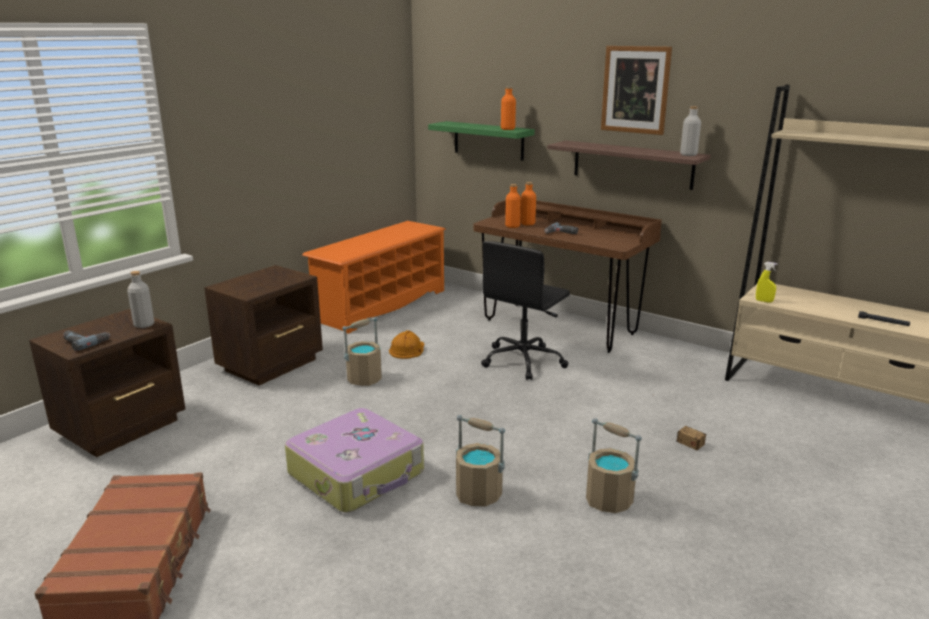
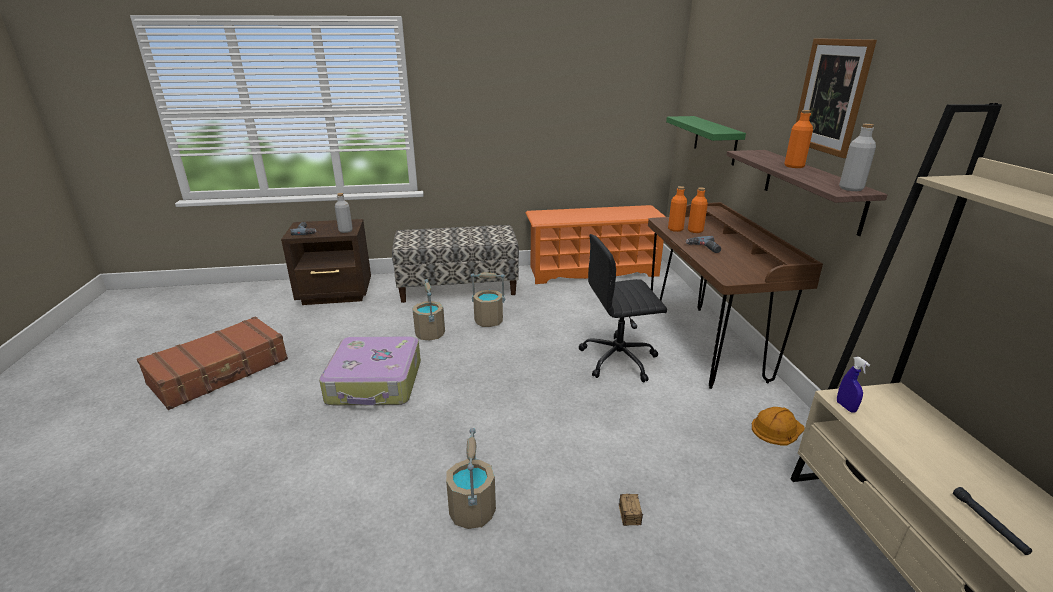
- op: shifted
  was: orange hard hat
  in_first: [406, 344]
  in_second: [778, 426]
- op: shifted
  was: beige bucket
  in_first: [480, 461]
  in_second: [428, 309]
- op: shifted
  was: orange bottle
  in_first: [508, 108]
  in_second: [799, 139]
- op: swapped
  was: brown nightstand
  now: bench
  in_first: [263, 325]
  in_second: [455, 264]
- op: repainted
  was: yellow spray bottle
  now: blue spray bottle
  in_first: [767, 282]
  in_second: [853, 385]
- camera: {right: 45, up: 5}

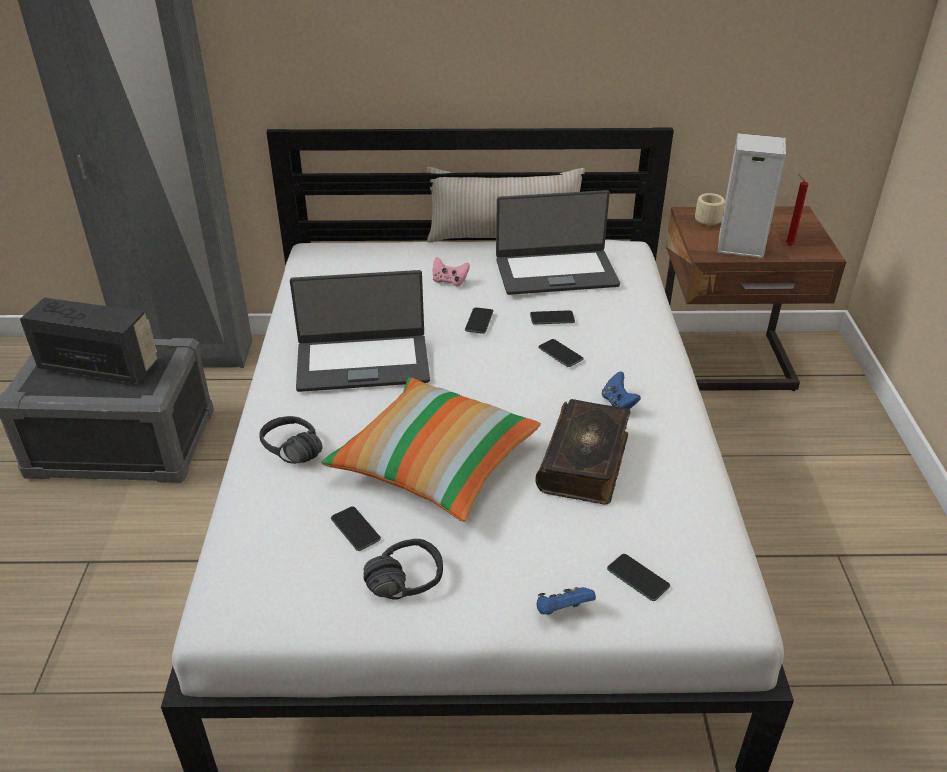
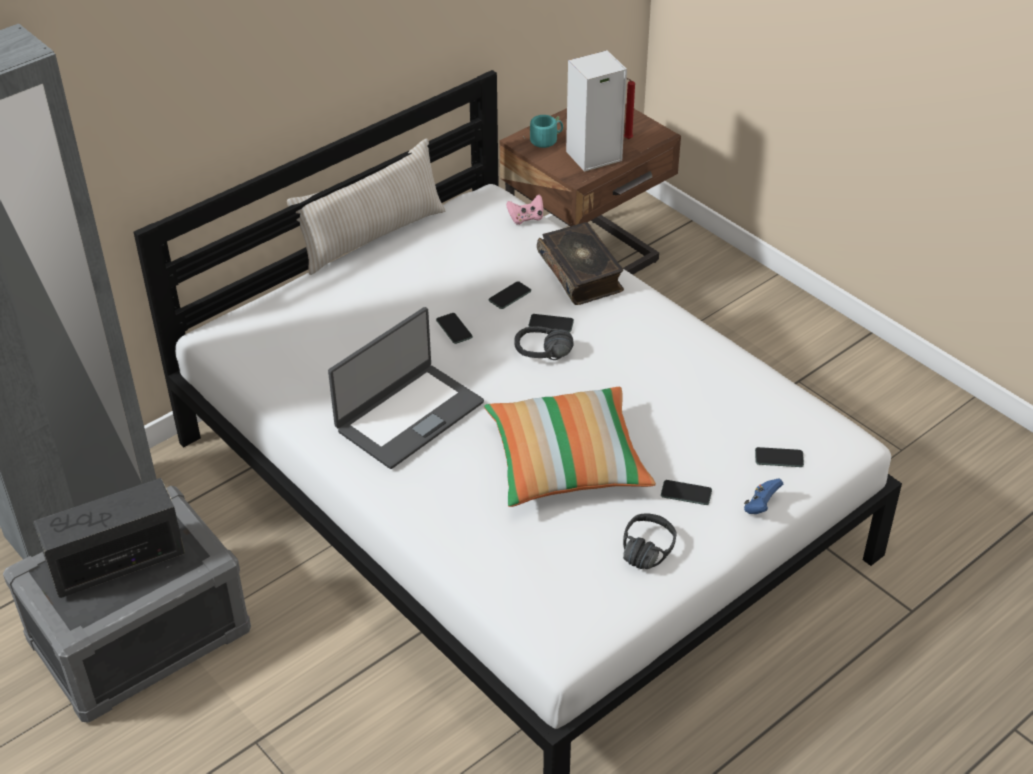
- op: gone
  was: laptop
  in_first: [558, 242]
- op: gone
  was: blue game controller
  in_first: [621, 390]
- op: shifted
  was: black headphones
  in_first: [291, 440]
  in_second: [544, 343]
- op: shifted
  was: phone
  in_first: [356, 528]
  in_second: [686, 492]
- op: shifted
  was: pink game controller
  in_first: [451, 272]
  in_second: [524, 210]
- op: shifted
  was: book
  in_first: [583, 451]
  in_second: [580, 263]
- op: repainted
  was: beige mug
  now: turquoise mug
  in_first: [710, 209]
  in_second: [543, 131]
- camera: {right: -40, up: 5}

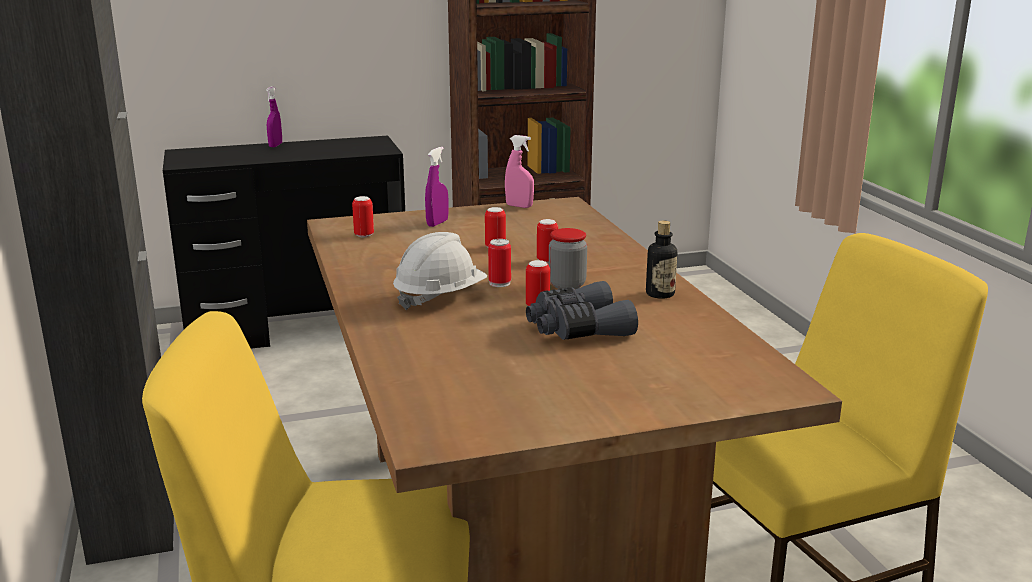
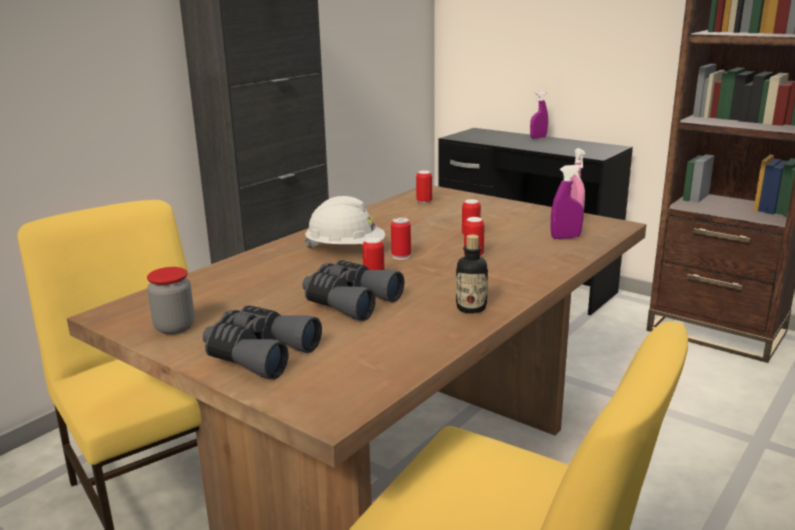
- op: new
  now: grey binoculars
  in_second: [262, 342]
- op: shifted
  was: purple spray bottle
  in_first: [437, 187]
  in_second: [567, 202]
- op: shifted
  was: jar
  in_first: [568, 258]
  in_second: [171, 300]
- camera: {right: 55, up: 0}

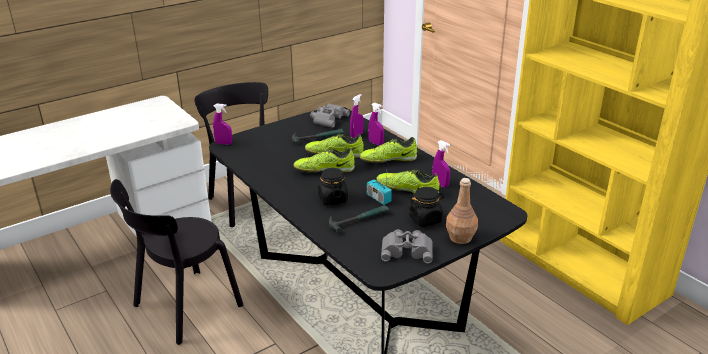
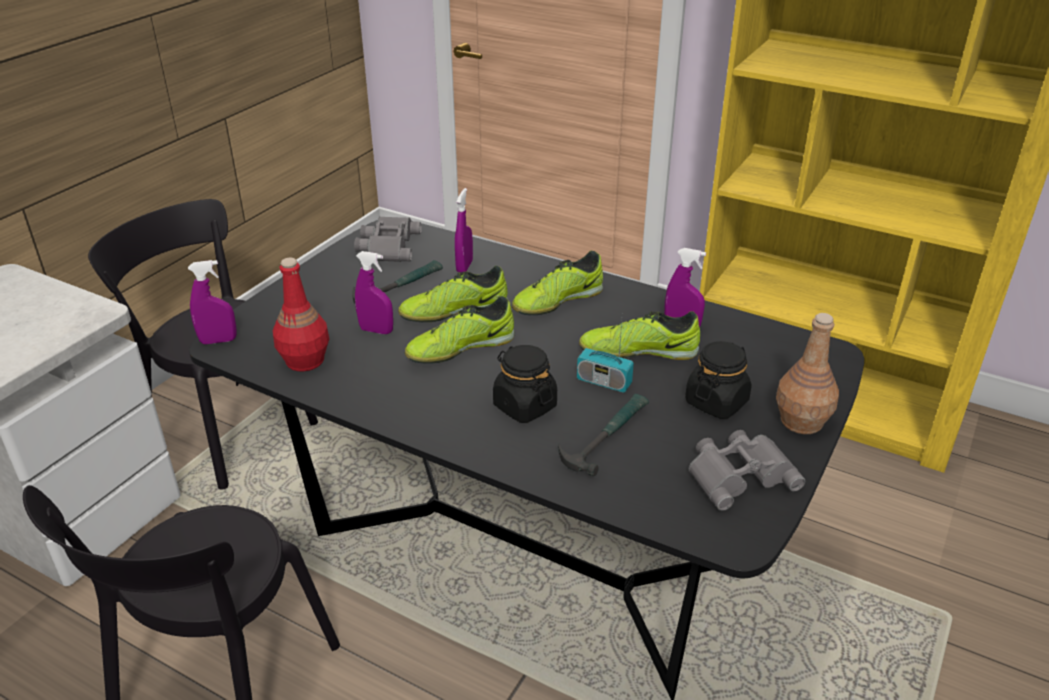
- op: new
  now: red bottle
  in_second: [301, 314]
- op: shifted
  was: purple spray bottle
  in_first: [376, 123]
  in_second: [374, 292]
- camera: {right: -25, up: 5}

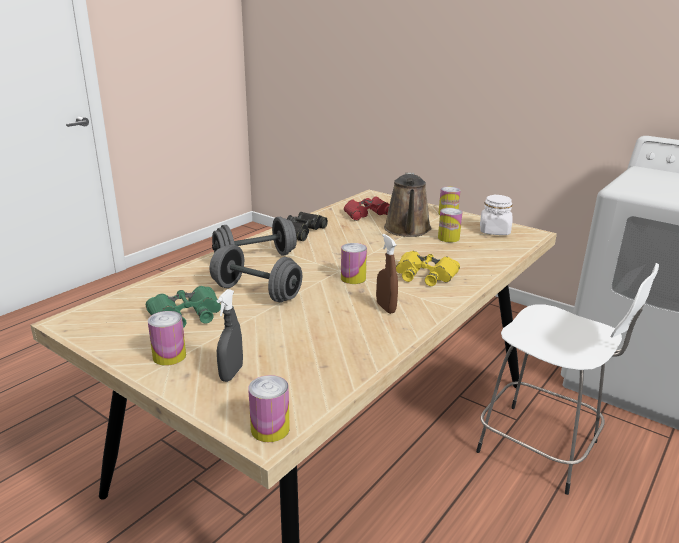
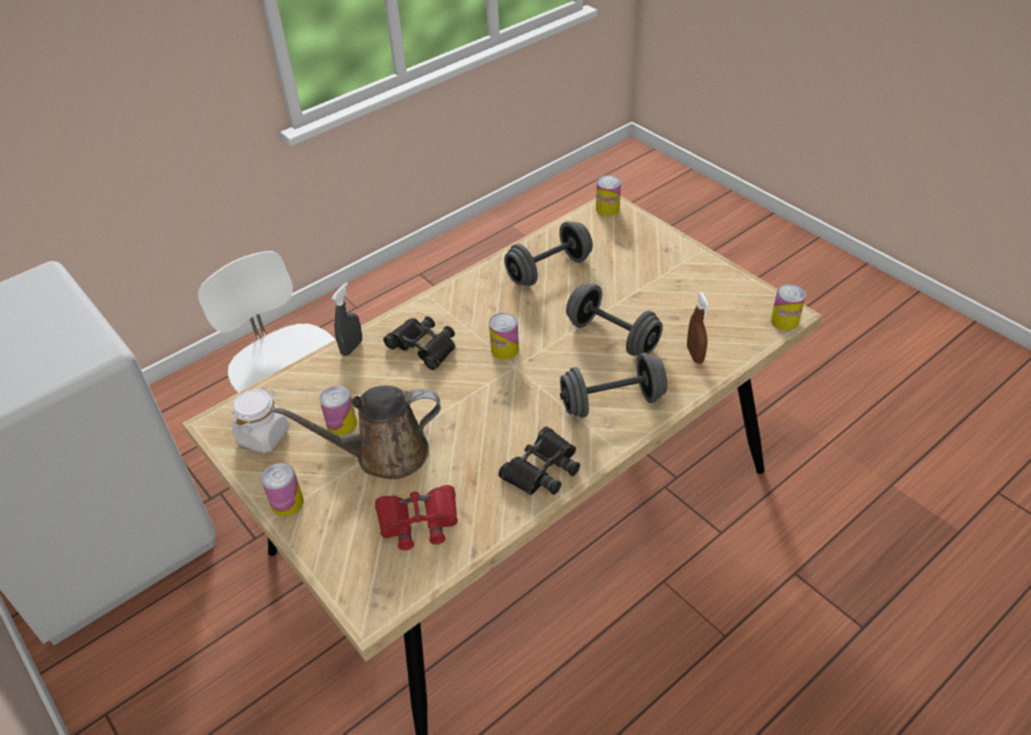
- op: gone
  was: green binoculars
  in_first: [183, 307]
- op: new
  now: grey dumbbell
  in_second: [548, 253]
- op: shifted
  was: can
  in_first: [167, 338]
  in_second: [788, 307]
- op: shifted
  was: grey spray bottle
  in_first: [230, 335]
  in_second: [346, 319]
- op: shifted
  was: brown spray bottle
  in_first: [387, 274]
  in_second: [698, 328]
- op: repainted
  was: yellow binoculars
  now: black binoculars
  in_first: [428, 268]
  in_second: [419, 343]
- op: rotated
  was: brown watering can
  in_first: [408, 205]
  in_second: [355, 432]
  clockwise: -120
- camera: {right: -165, up: 20}

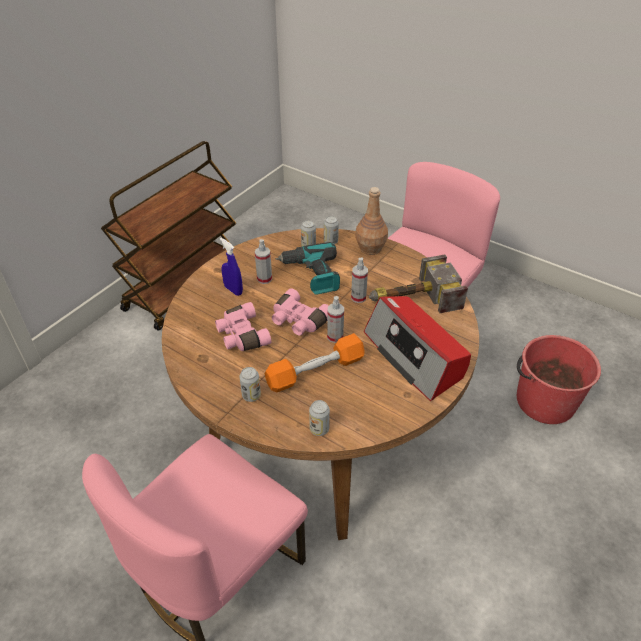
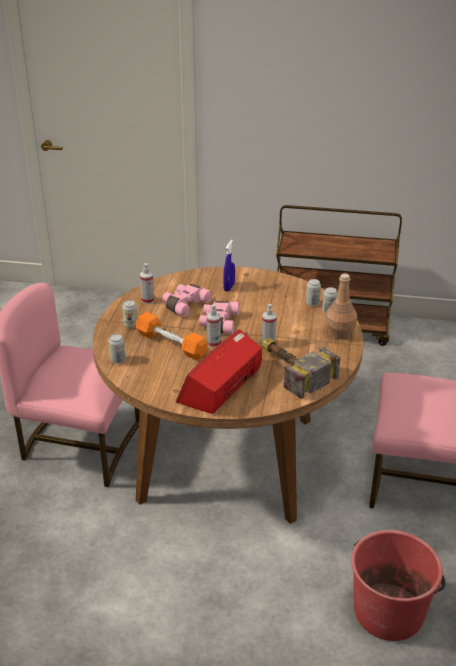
- op: gone
  was: power drill
  in_first: [307, 268]
- op: shifted
  was: spray bottle
  in_first: [263, 261]
  in_second: [147, 283]
- camera: {right: 65, up: -10}

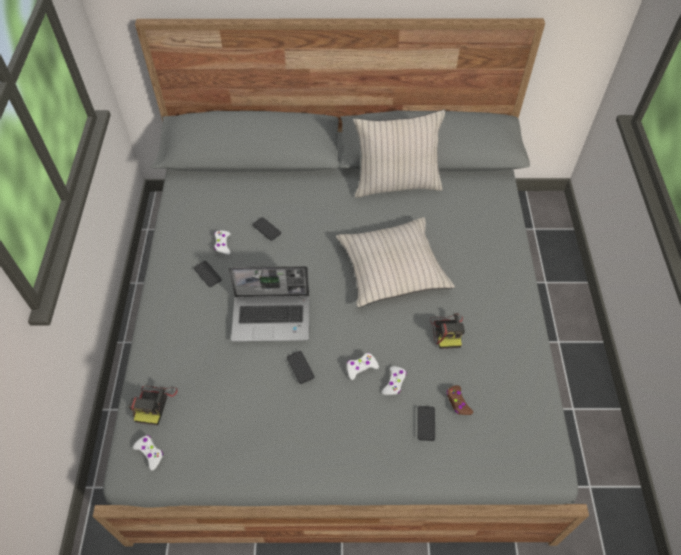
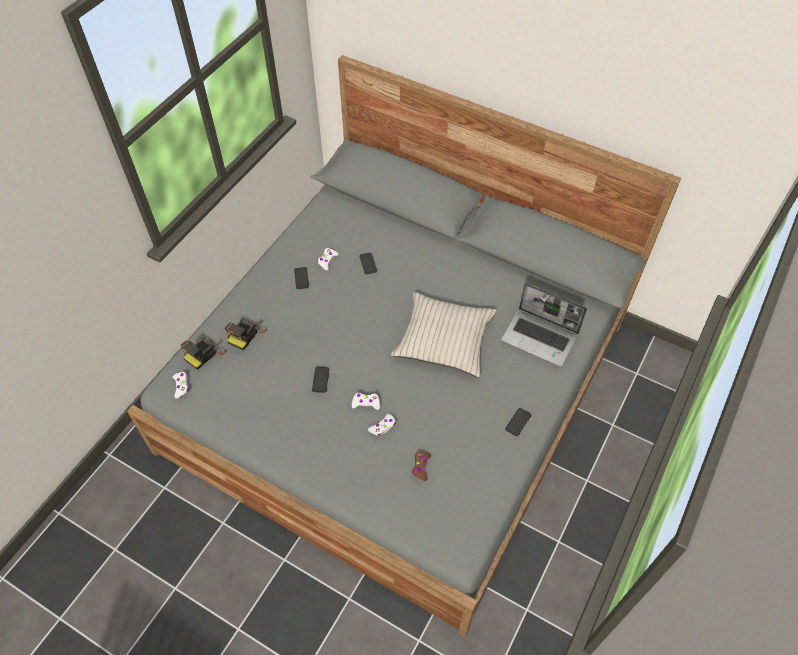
- op: gone
  was: beige pillow
  in_first: [399, 154]
- op: shifted
  was: laptop
  in_first: [269, 304]
  in_second: [544, 325]
- op: shifted
  was: phone
  in_first: [426, 423]
  in_second: [518, 422]
- op: shifted
  was: photo camera
  in_first: [447, 331]
  in_second: [245, 334]
- camera: {right: 30, up: 0}

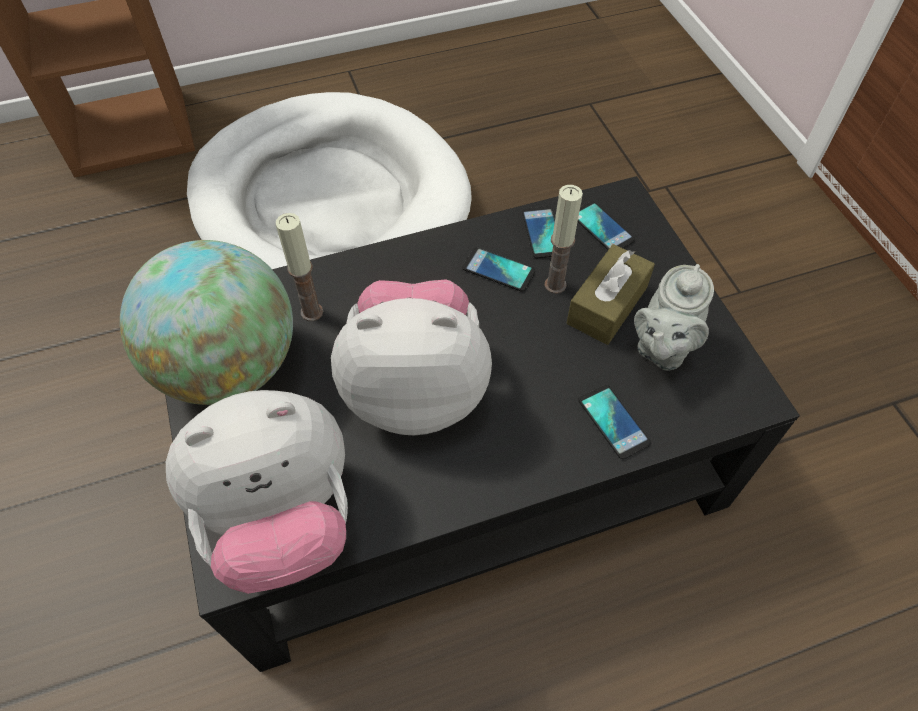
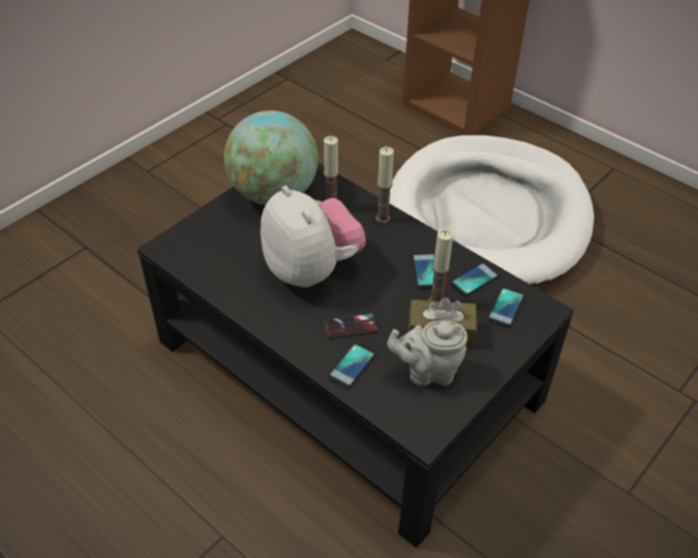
- op: gone
  was: plush toy
  in_first: [257, 492]
- op: new
  now: phone
  in_second: [350, 326]
- op: new
  now: candle
  in_second: [385, 185]
- camera: {right: 60, up: -10}

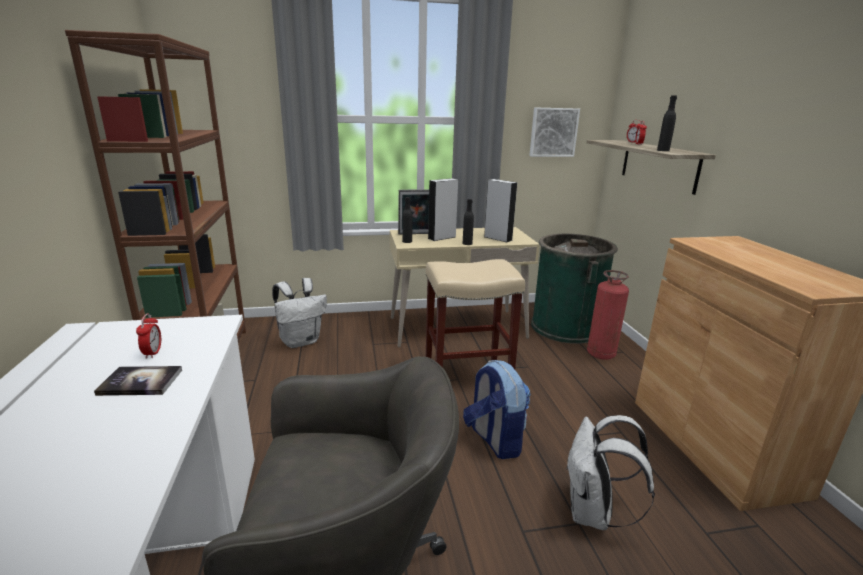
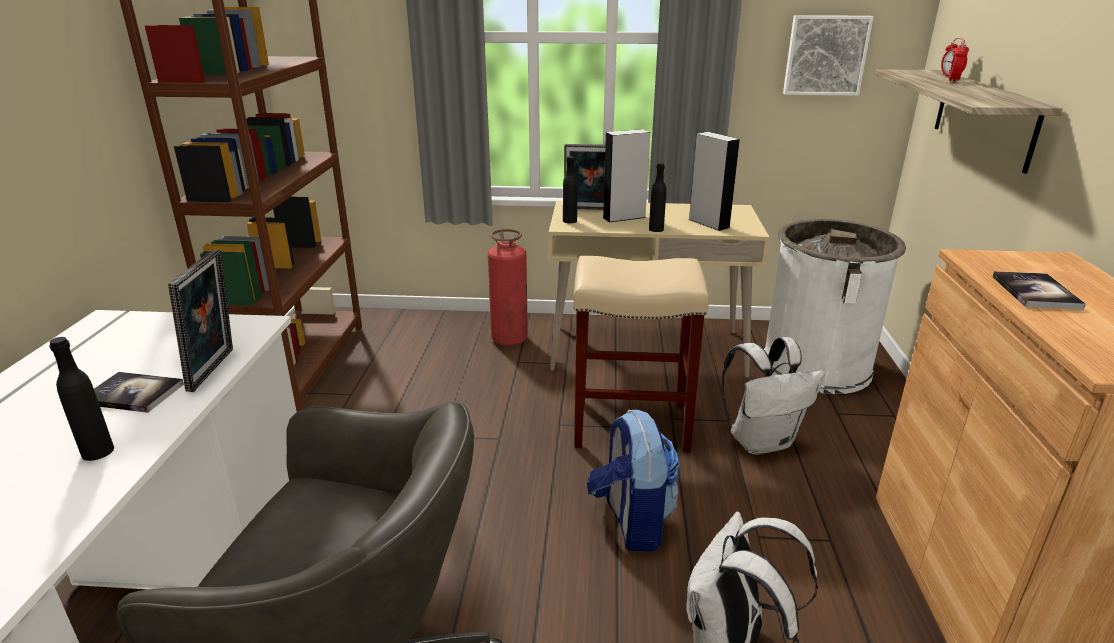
- op: gone
  was: alarm clock
  in_first: [148, 336]
- op: new
  now: picture frame
  in_second: [200, 321]
- op: new
  now: book
  in_second: [1039, 290]
- op: shifted
  was: white backpack
  in_first: [299, 313]
  in_second: [773, 396]
- op: shifted
  was: fire extinguisher
  in_first: [608, 315]
  in_second: [508, 287]
- op: shifted
  was: black bottle
  in_first: [667, 123]
  in_second: [81, 399]
- op: repainted
  was: green trash can
  now: white trash can
  in_first: [574, 289]
  in_second: [835, 306]
- camera: {right: 15, up: 5}

